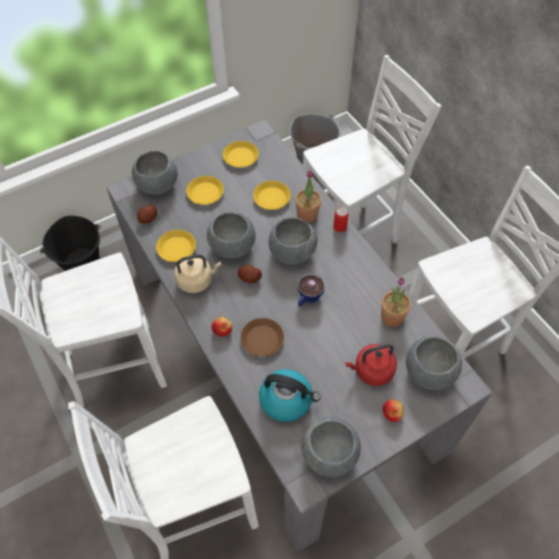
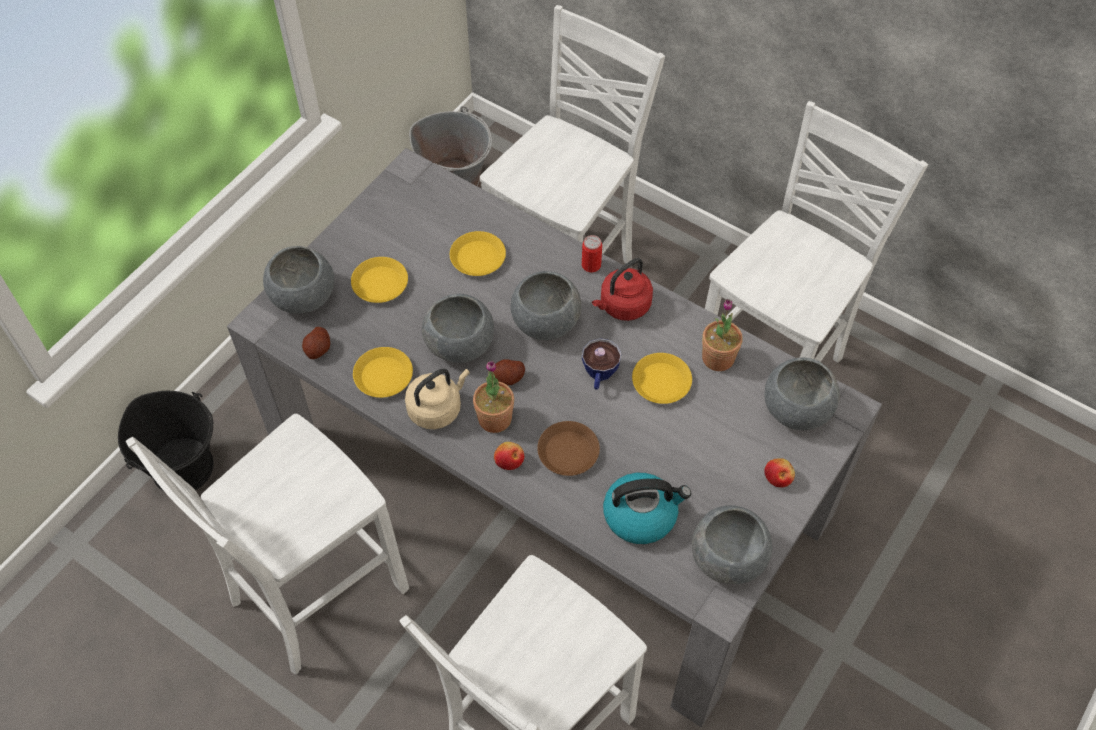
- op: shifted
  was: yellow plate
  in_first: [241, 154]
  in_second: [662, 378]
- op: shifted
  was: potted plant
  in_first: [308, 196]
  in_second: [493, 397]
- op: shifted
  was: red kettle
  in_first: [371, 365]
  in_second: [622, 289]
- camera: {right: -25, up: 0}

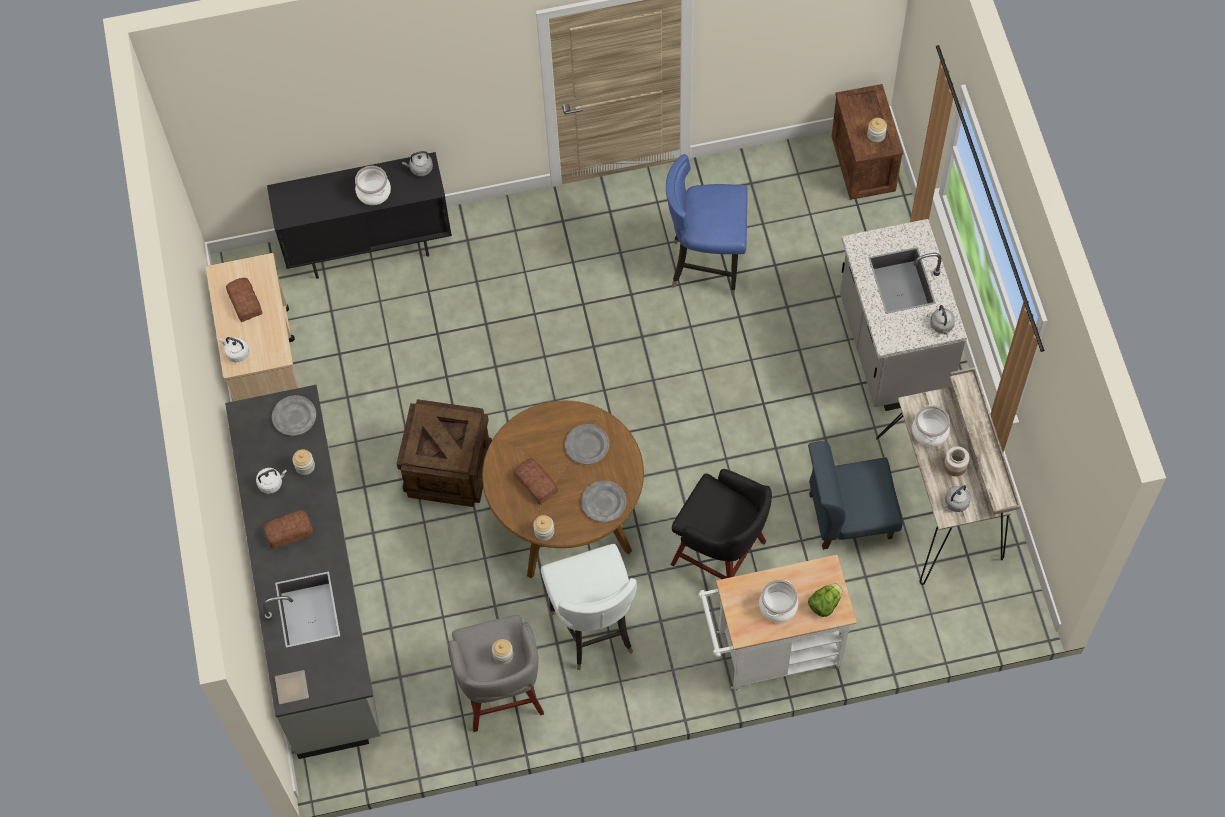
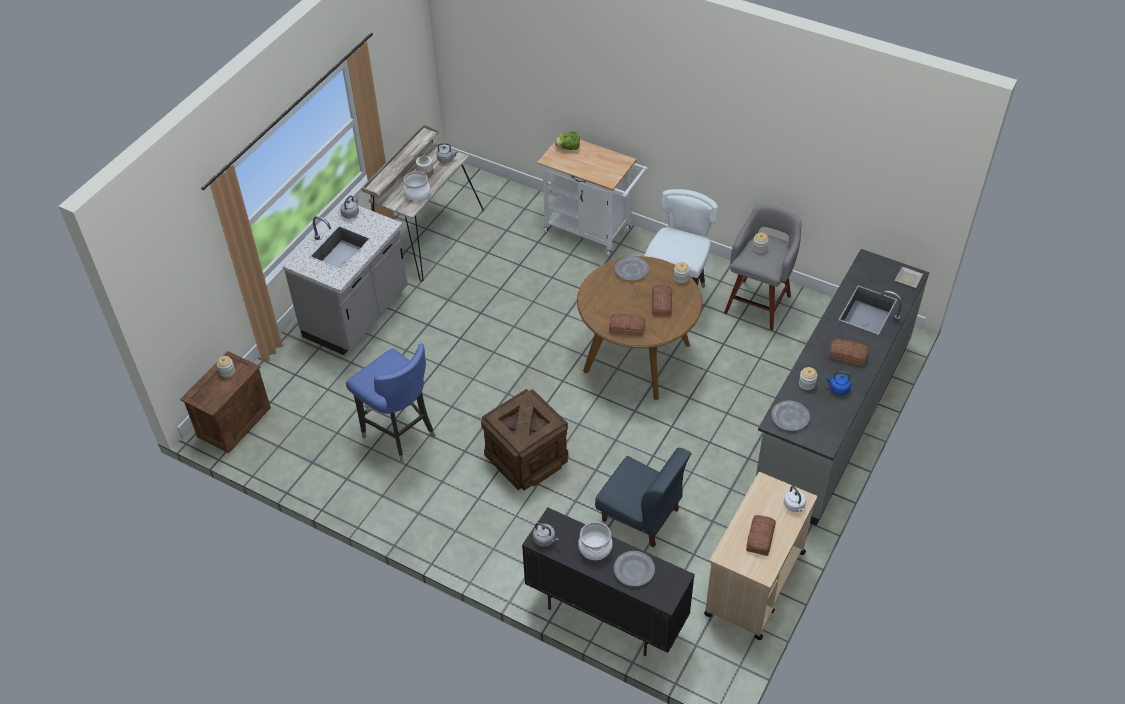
- op: gone
  was: black stool
  in_first: [721, 524]
- op: gone
  was: cooking pot
  in_first: [778, 601]
- op: new
  now: bread
  in_second: [627, 325]
- op: shifted
  was: crate
  in_first: [444, 453]
  in_second: [524, 440]
- op: shifted
  was: grey plate
  in_first: [587, 444]
  in_second: [634, 569]
- op: shifted
  was: blue chair
  in_first: [855, 495]
  in_second: [643, 497]
- op: repainted
  was: white kettle
  now: blue kettle
  in_first: [271, 481]
  in_second: [838, 383]
- camera: {right: -140, up: -15}

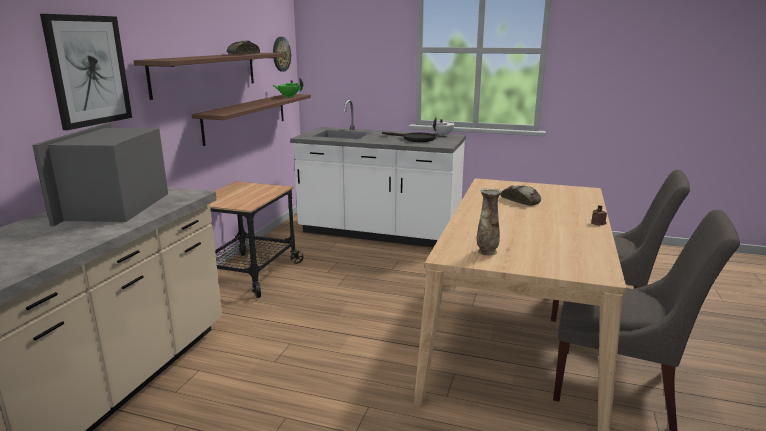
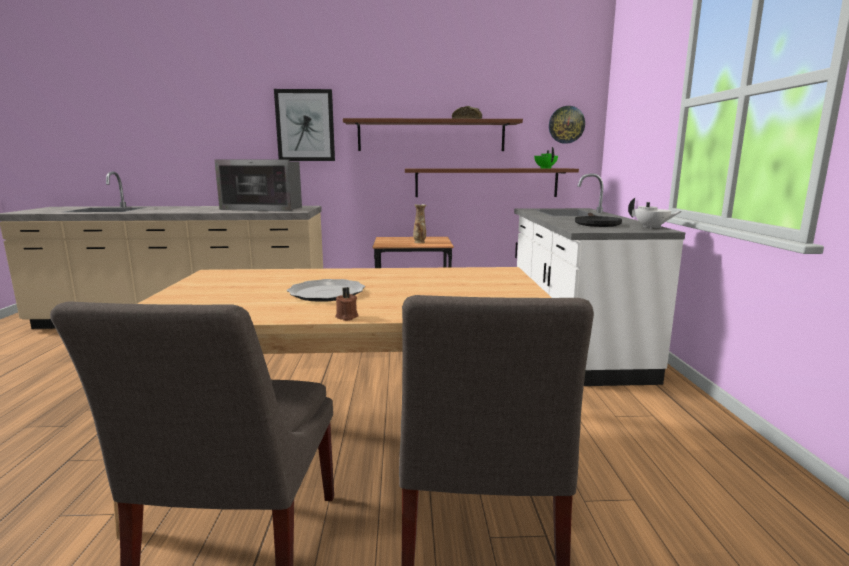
- op: gone
  was: bread
  in_first: [521, 195]
- op: new
  now: plate
  in_second: [326, 290]
- op: shifted
  was: vase
  in_first: [489, 222]
  in_second: [419, 223]
- op: rotated
  was: microwave
  in_first: [100, 174]
  in_second: [258, 185]
  clockwise: -150
- camera: {right: 70, up: -5}

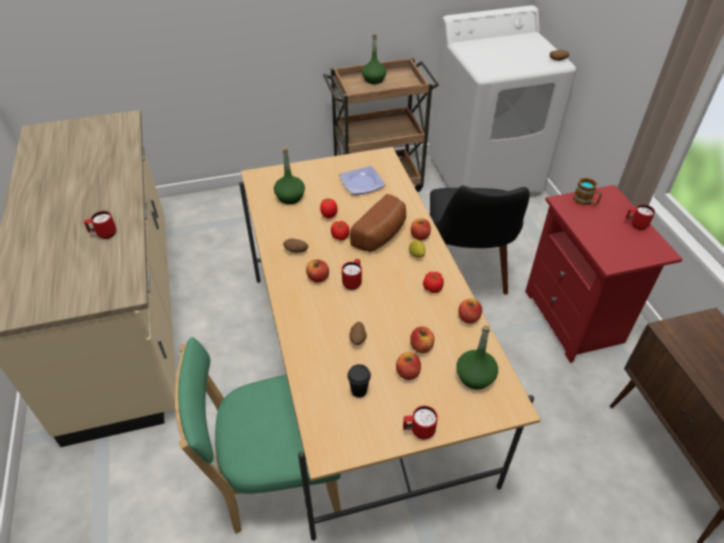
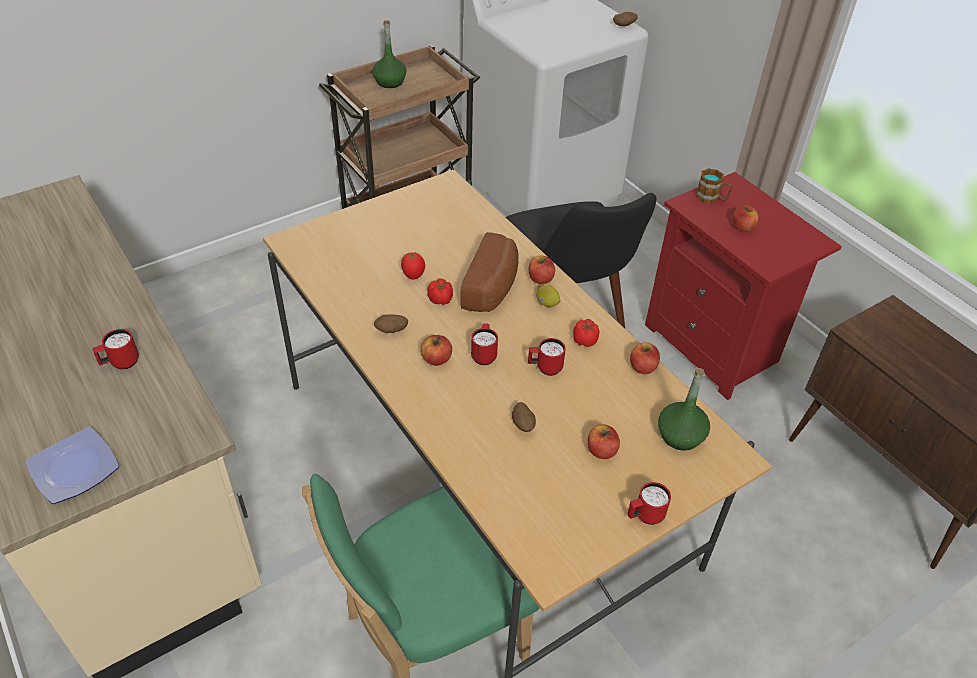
- op: gone
  was: green bottle
  in_first: [289, 175]
- op: gone
  was: black cup
  in_first: [359, 381]
- op: shifted
  was: plate
  in_first: [362, 180]
  in_second: [72, 465]
- op: shifted
  was: apple
  in_first: [422, 339]
  in_second: [746, 218]
- op: shifted
  was: red mug
  in_first: [640, 217]
  in_second: [547, 357]
- camera: {right: -20, up: 0}

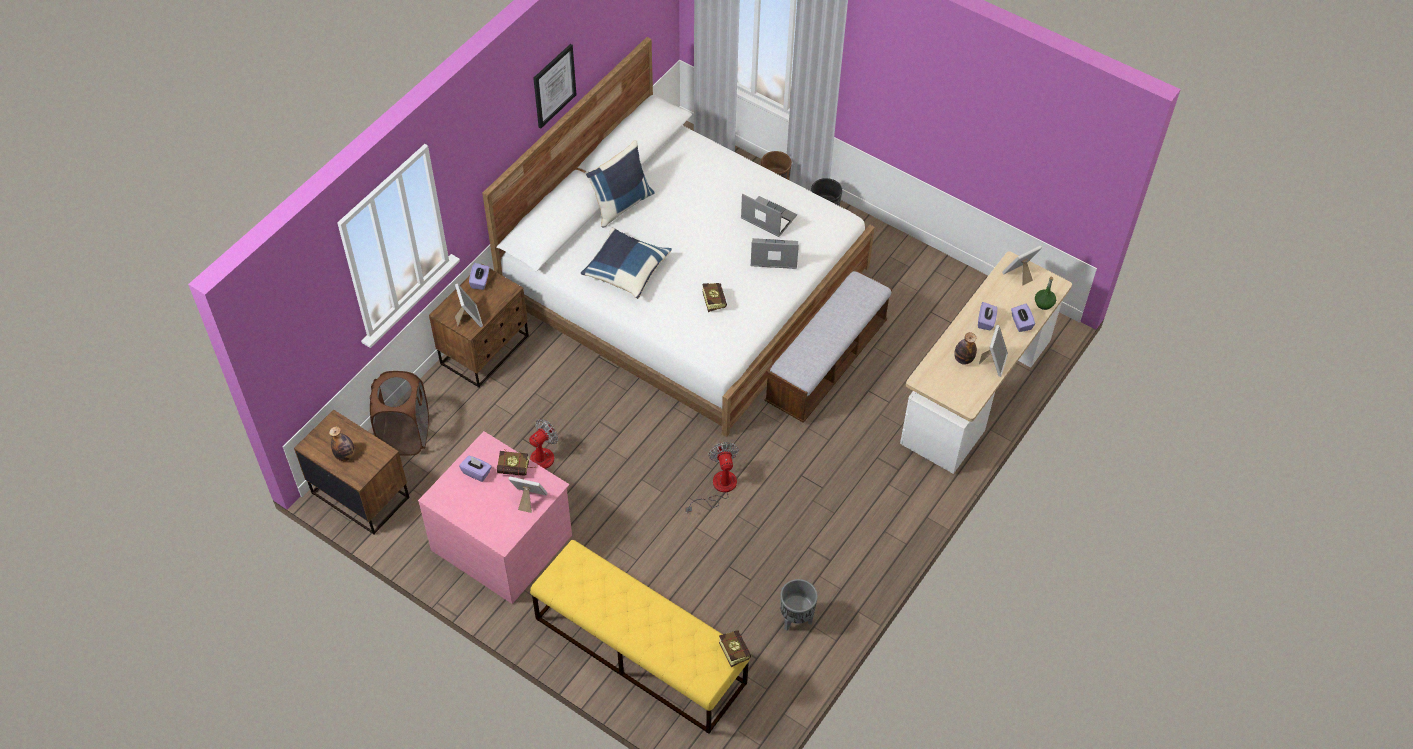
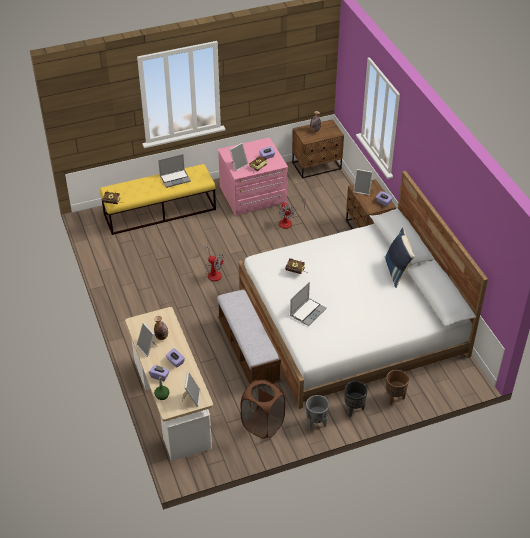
- op: gone
  was: picture
  in_first: [554, 86]
- op: gone
  was: blue pillow
  in_first: [626, 263]
- op: shifted
  was: brown laundry basket
  in_first: [399, 413]
  in_second: [263, 409]
- op: shifted
  was: laptop
  in_first: [769, 215]
  in_second: [174, 171]
- op: shifted
  was: grey planter
  in_first: [799, 605]
  in_second: [317, 412]
- camera: {right: 125, up: -10}

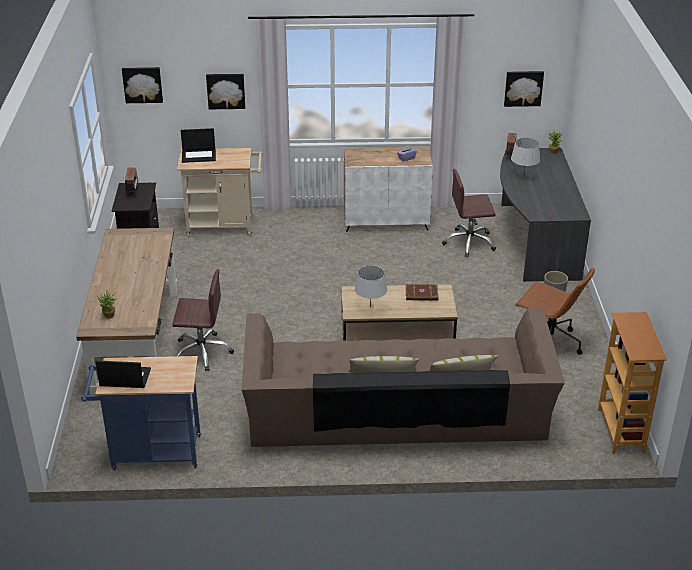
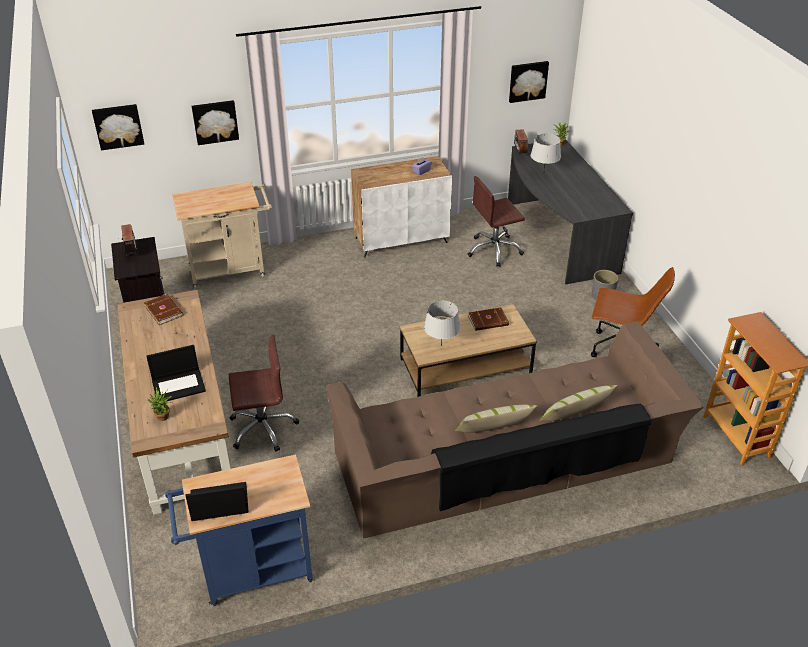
- op: new
  now: brown book
  in_second: [163, 309]
- op: shifted
  was: laptop
  in_first: [198, 145]
  in_second: [176, 373]
- camera: {right: -15, up: 5}

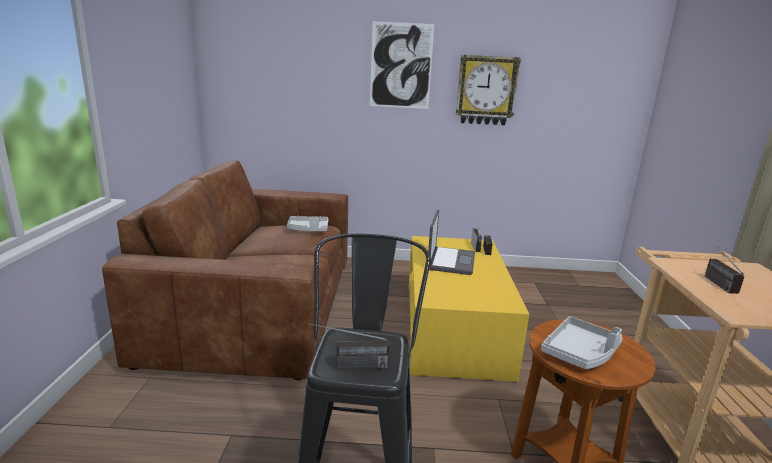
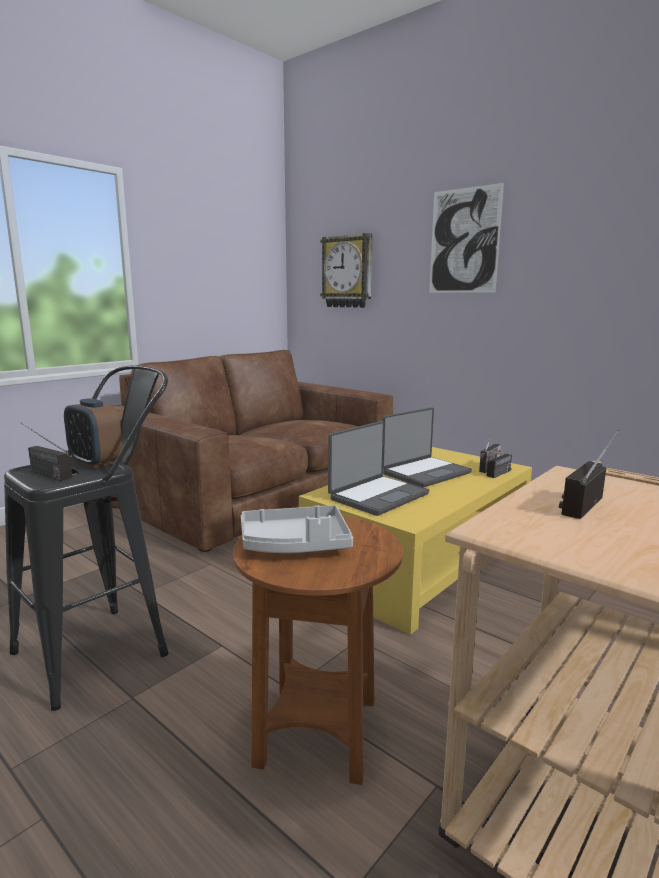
- op: gone
  was: grey tray
  in_first: [308, 223]
- op: new
  now: alarm clock
  in_second: [93, 433]
- op: new
  now: laptop
  in_second: [378, 468]
- op: shifted
  was: wall clock
  in_first: [488, 90]
  in_second: [346, 270]
- camera: {right: 40, up: -5}

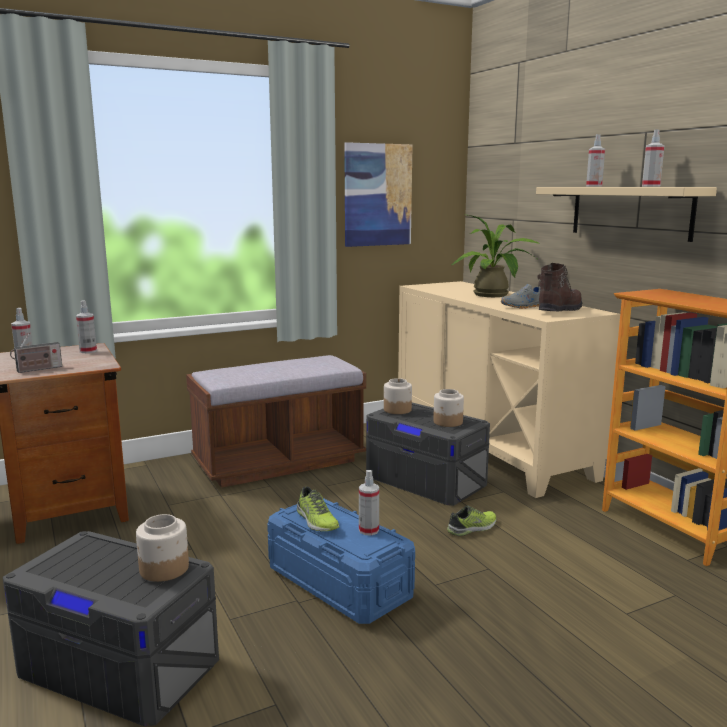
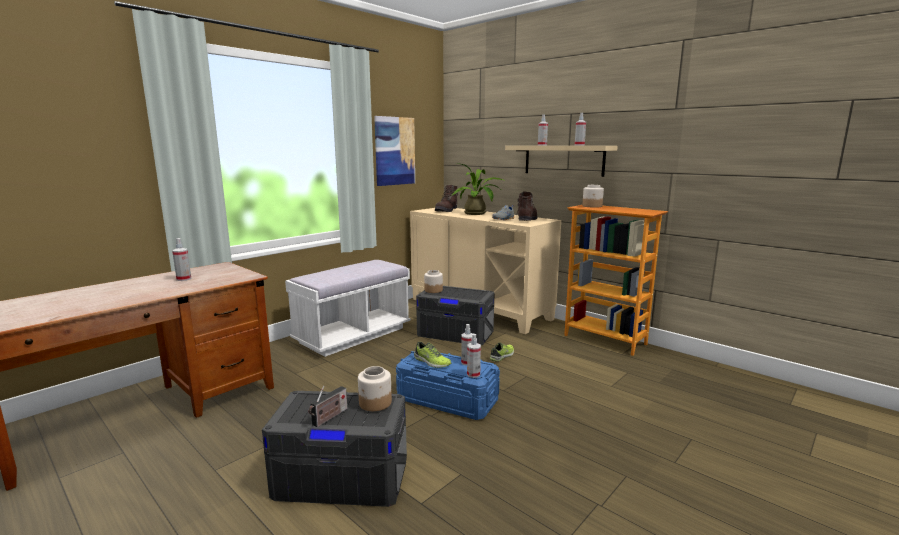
- op: new
  now: brown boot
  in_second: [446, 198]
- op: shifted
  was: radio
  in_first: [36, 353]
  in_second: [328, 406]
- op: shifted
  was: spray bottle
  in_first: [86, 326]
  in_second: [474, 356]
- op: shifted
  was: jar
  in_first: [448, 408]
  in_second: [593, 196]
- op: repainted
  was: brown bench
  now: white bench
  in_first: [276, 421]
  in_second: [348, 308]
- camera: {right: -20, up: 0}

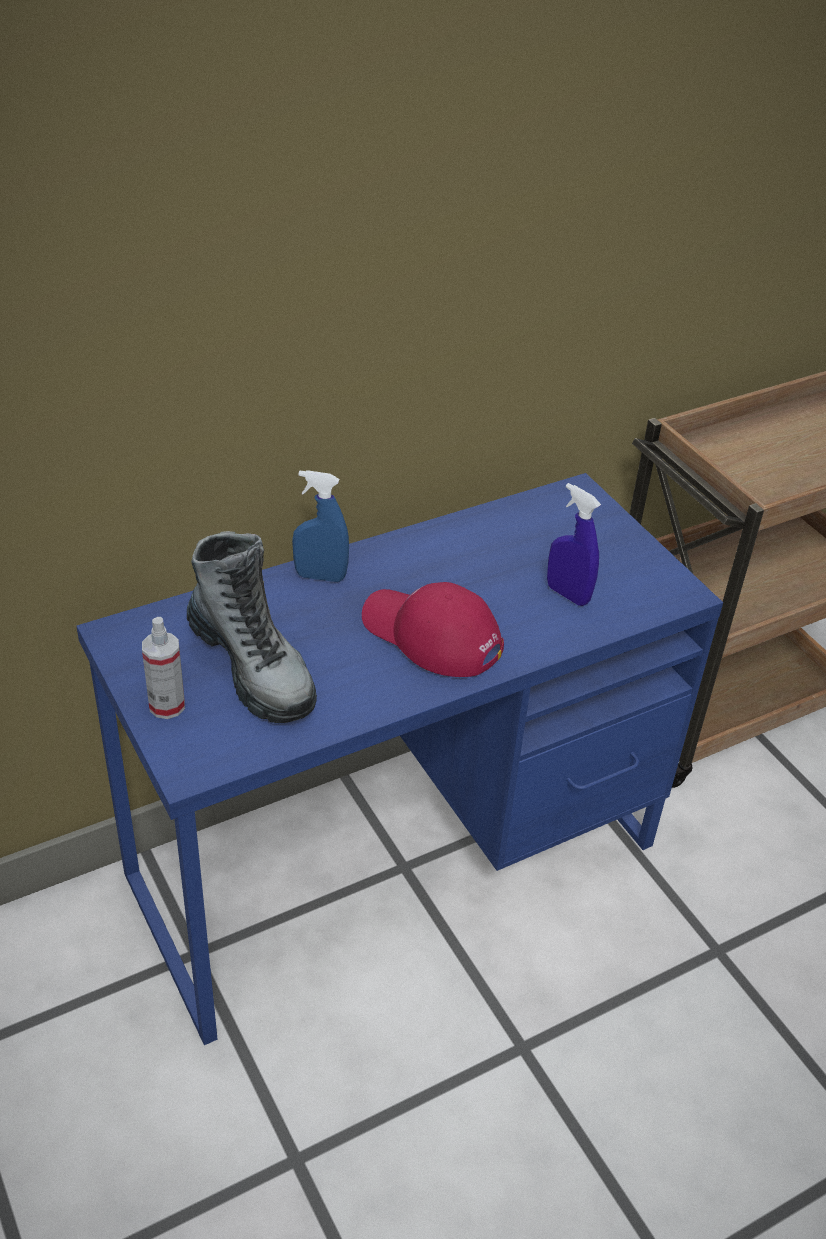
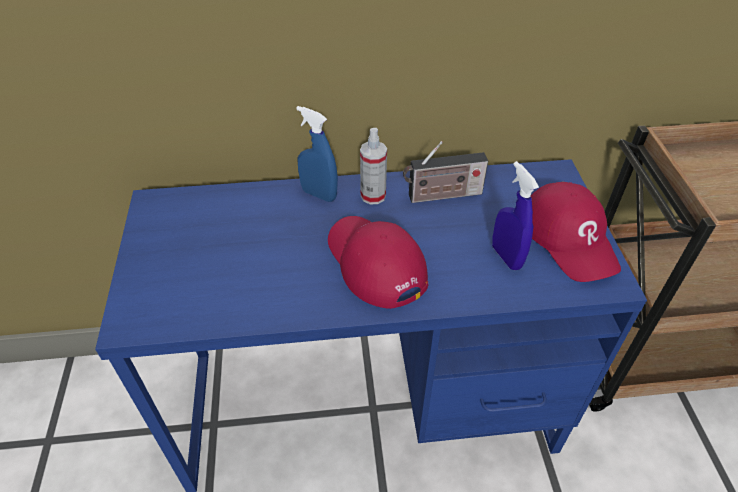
- op: gone
  was: boot
  in_first: [252, 627]
- op: new
  now: radio
  in_second: [445, 172]
- op: new
  now: red cap
  in_second: [576, 232]
- op: shifted
  was: spray bottle
  in_first: [163, 668]
  in_second: [373, 166]
- camera: {right: 25, up: 5}

